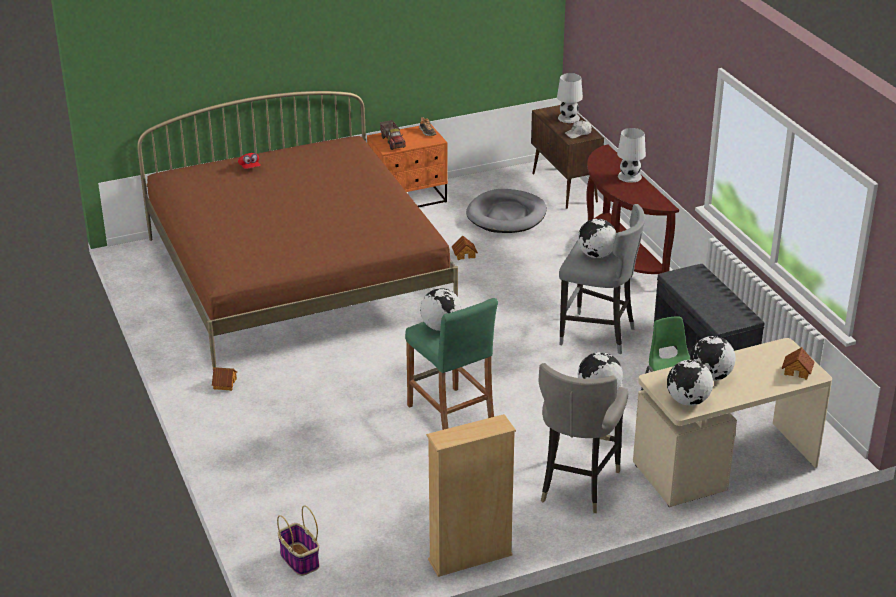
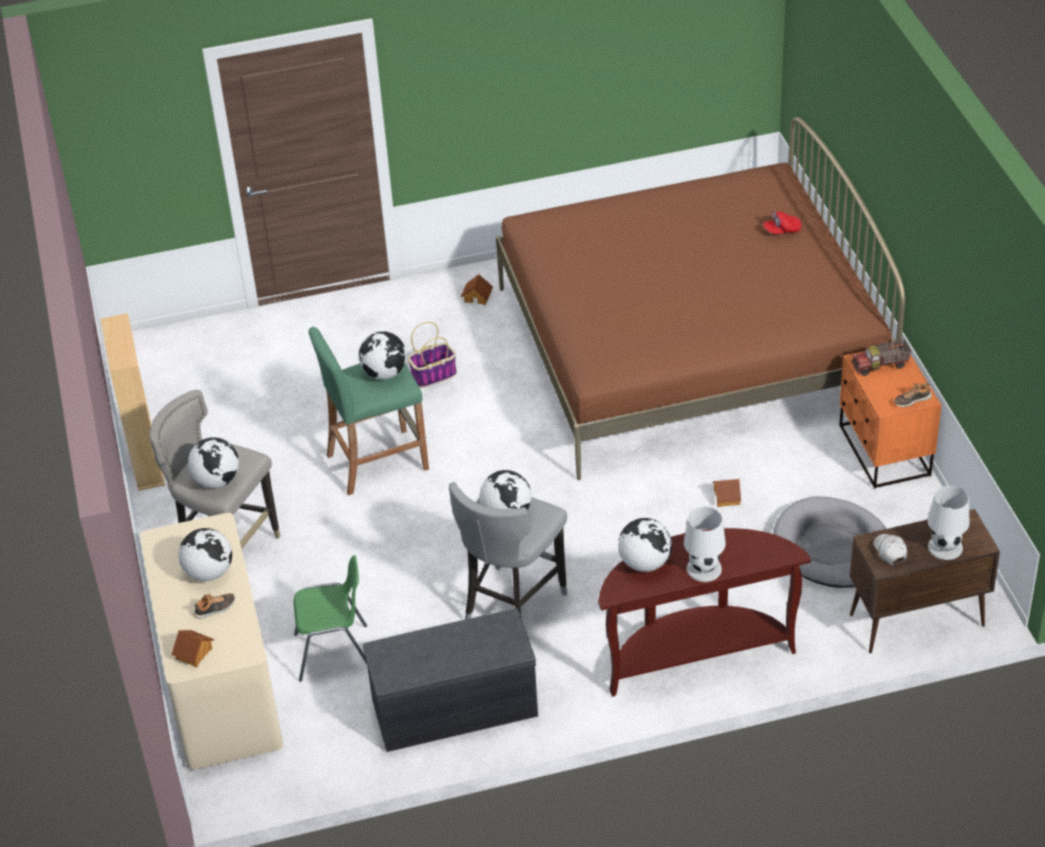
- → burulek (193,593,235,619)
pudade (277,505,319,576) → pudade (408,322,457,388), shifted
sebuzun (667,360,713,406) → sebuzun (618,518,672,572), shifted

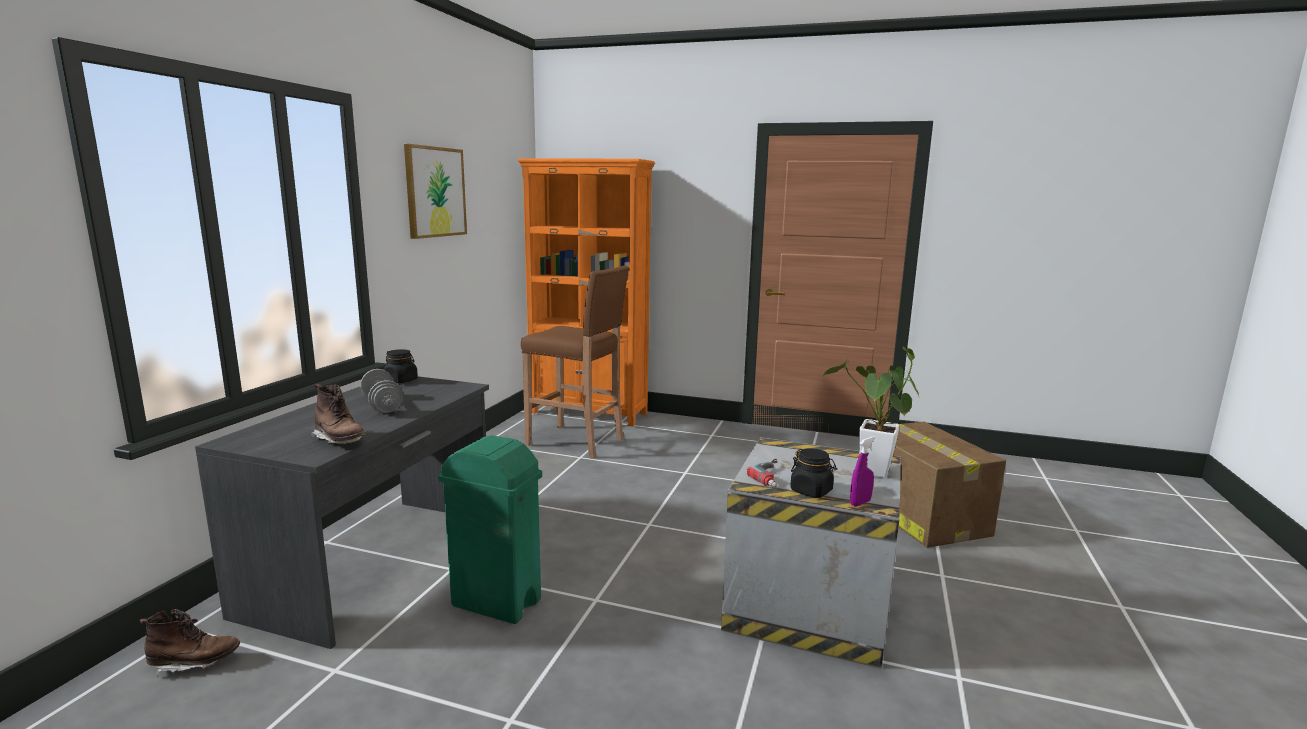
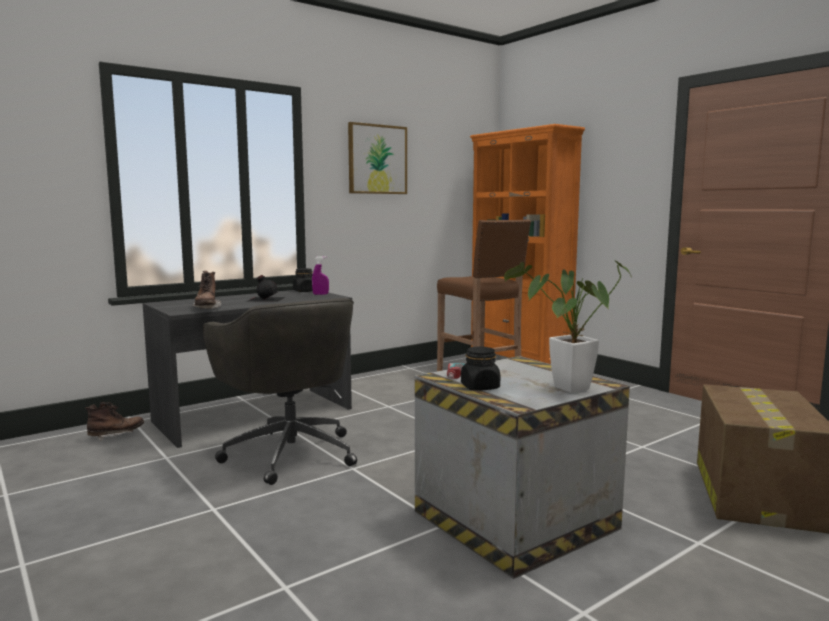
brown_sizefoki (140,609,241,677) → brown_sizefoki (85,402,144,441), 60 degrees counterclockwise
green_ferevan (438,435,542,624) → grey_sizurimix (203,298,357,485)
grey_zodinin (361,369,404,413) → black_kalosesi (245,275,285,302)
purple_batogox (850,436,875,506) → purple_batogox (312,256,329,295), shifted

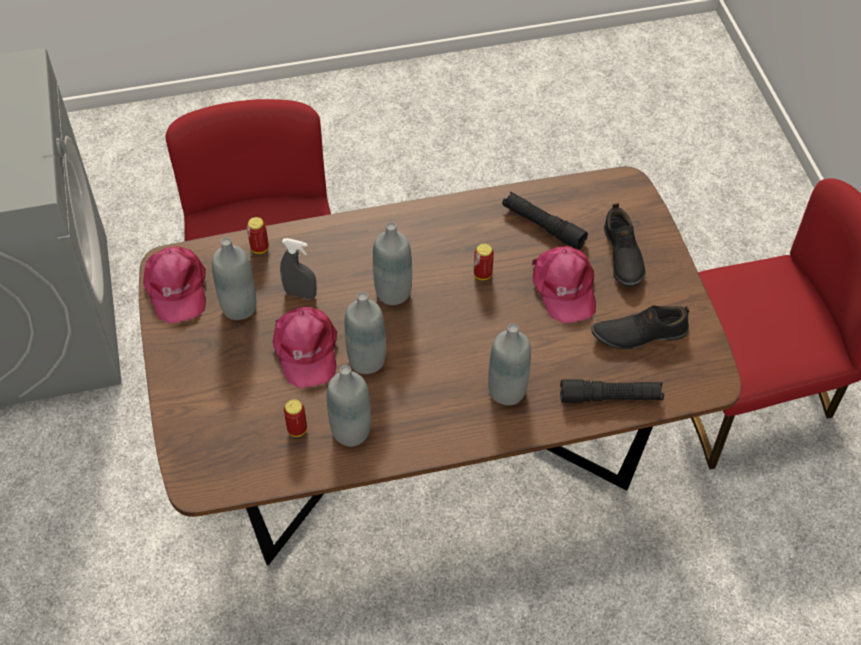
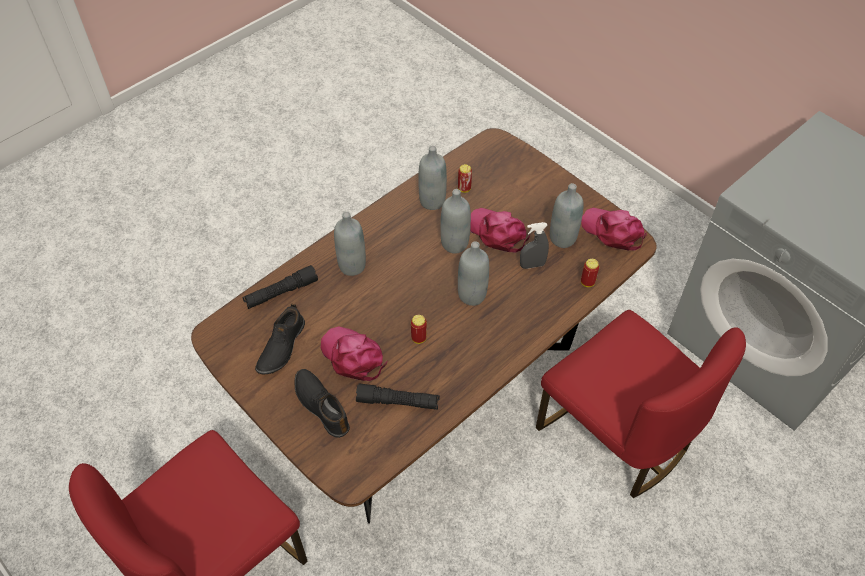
black_burulek (591,305,689,349) → black_burulek (255,303,305,375), 150 degrees clockwise

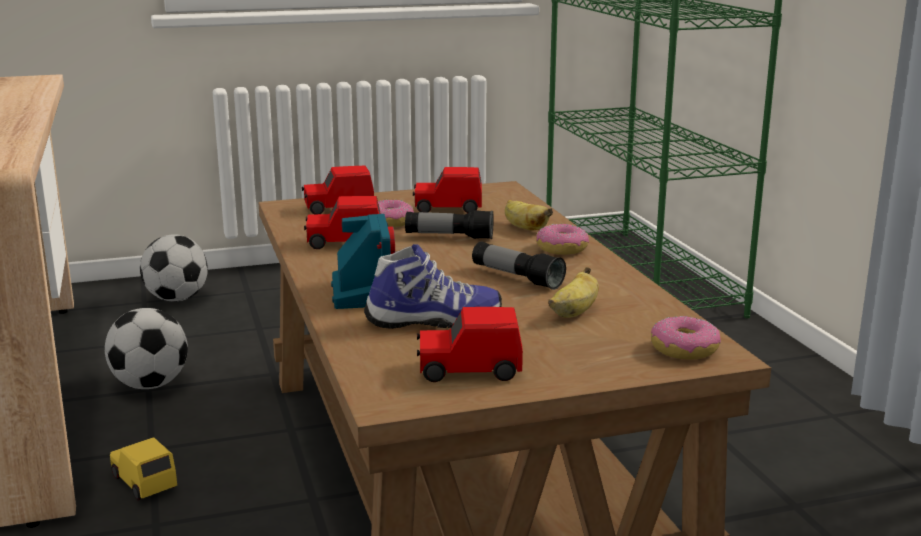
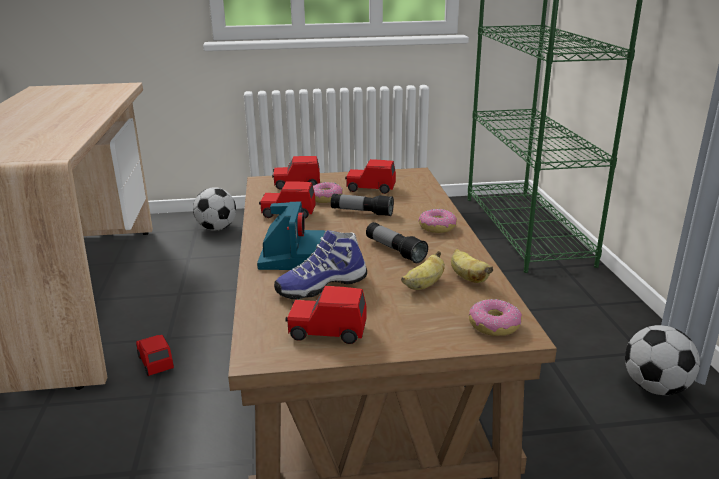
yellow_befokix (110,437,177,501) → red_befokix (136,335,174,376)
burulek (364,244,502,329) → burulek (274,230,367,300), 150 degrees clockwise
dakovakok (505,200,553,231) → dakovakok (451,249,493,283), shifted
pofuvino (105,308,188,389) → pofuvino (625,325,700,395), shifted

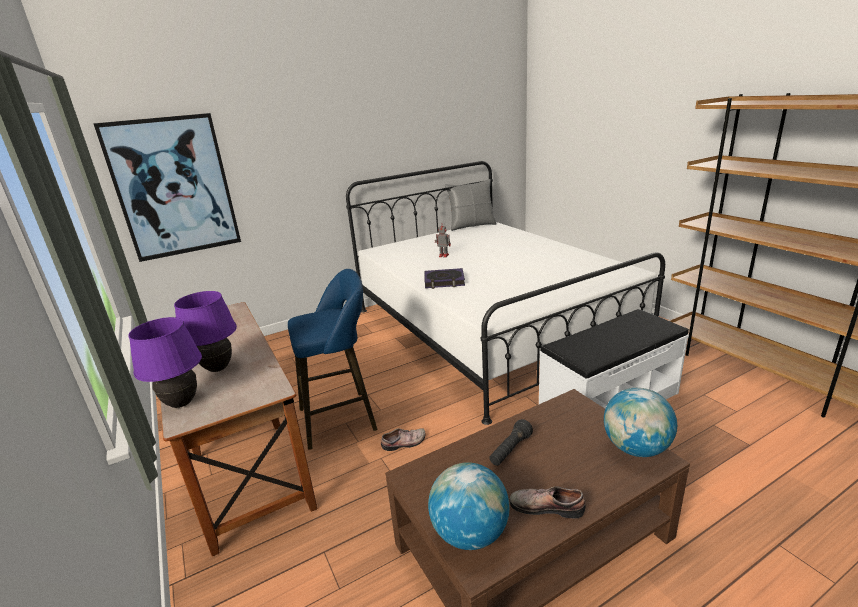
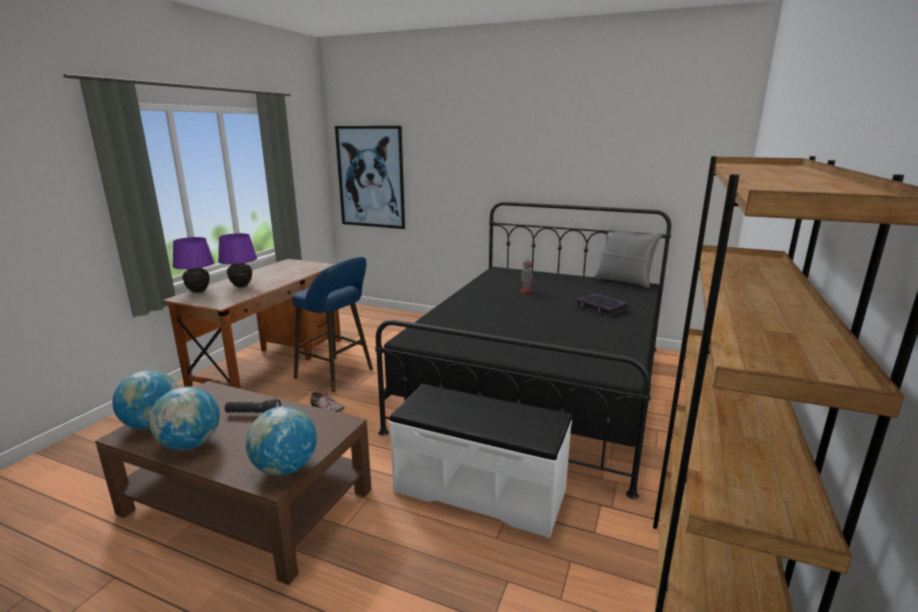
burulek (509,486,585,518) → sebuzun (149,387,220,450)
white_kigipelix (346,161,665,425) → black_kigipelix (375,202,671,499)
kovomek (424,268,465,289) → kovomek (576,293,628,316), shifted

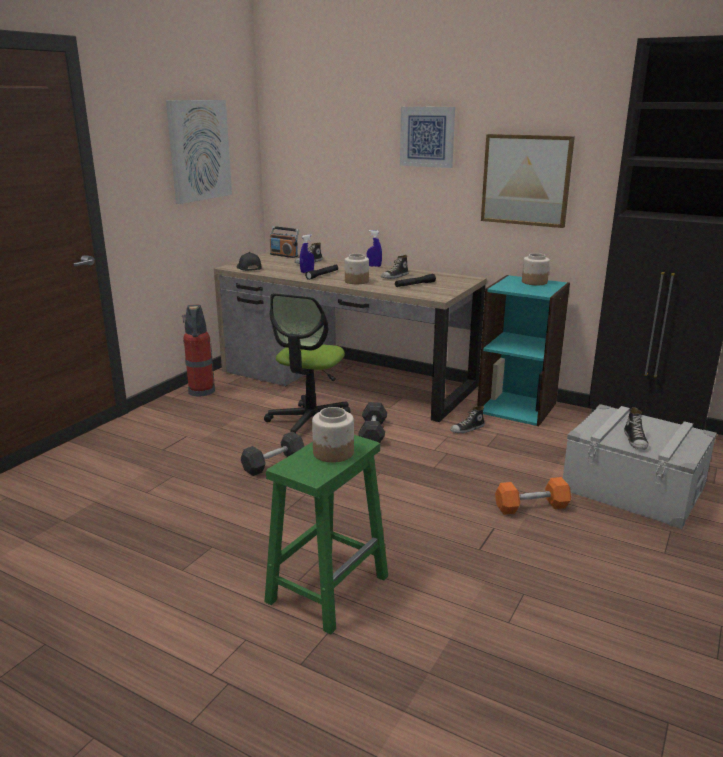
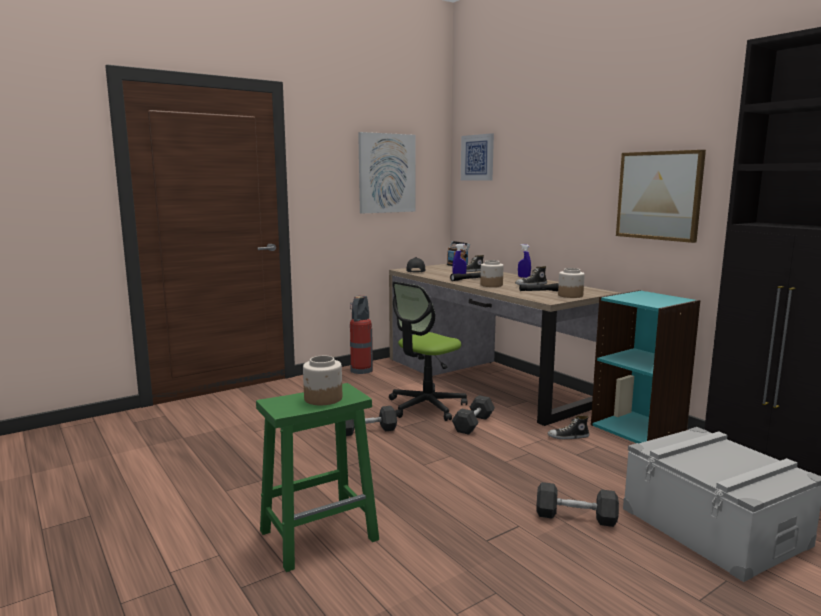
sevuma (400,107,455,168) → sevuma (461,133,494,181), shifted
orange_zodinin (495,477,571,515) → grey_zodinin (536,482,619,527)
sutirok (522,253,550,285) → sutirok (558,268,585,298), shifted
burulek (624,407,649,450) → -

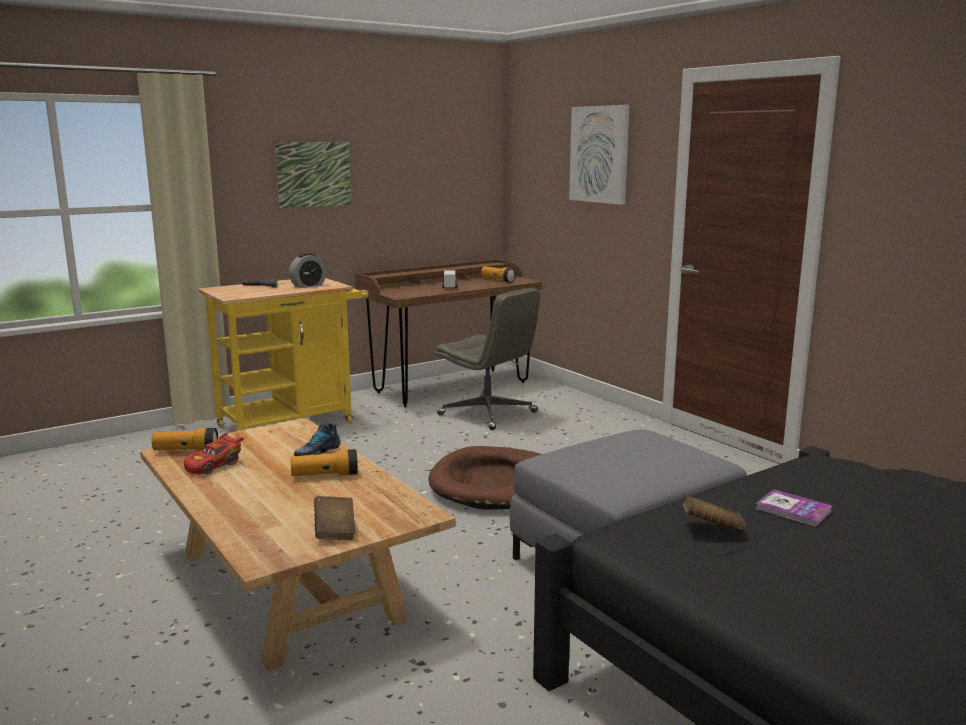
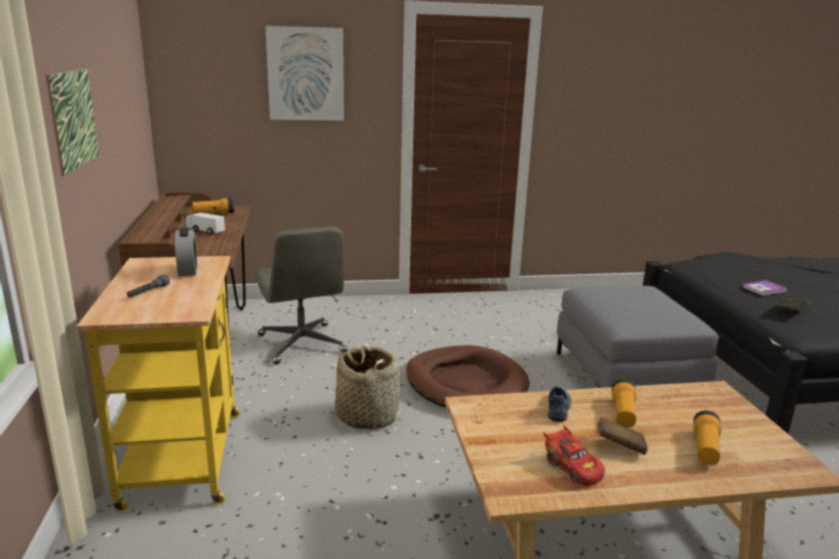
grey_sizurimix (435,288,540,430) → grey_sizurimix (255,227,348,365), 90 degrees clockwise
- → pudade (335,344,400,430)
burulek (294,422,341,456) → burulek (548,385,571,422), 135 degrees counterclockwise
brown_kovomek (314,496,356,540) → brown_kovomek (597,417,648,455), shifted
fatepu (151,428,218,451) → fatepu (693,410,721,465), shifted

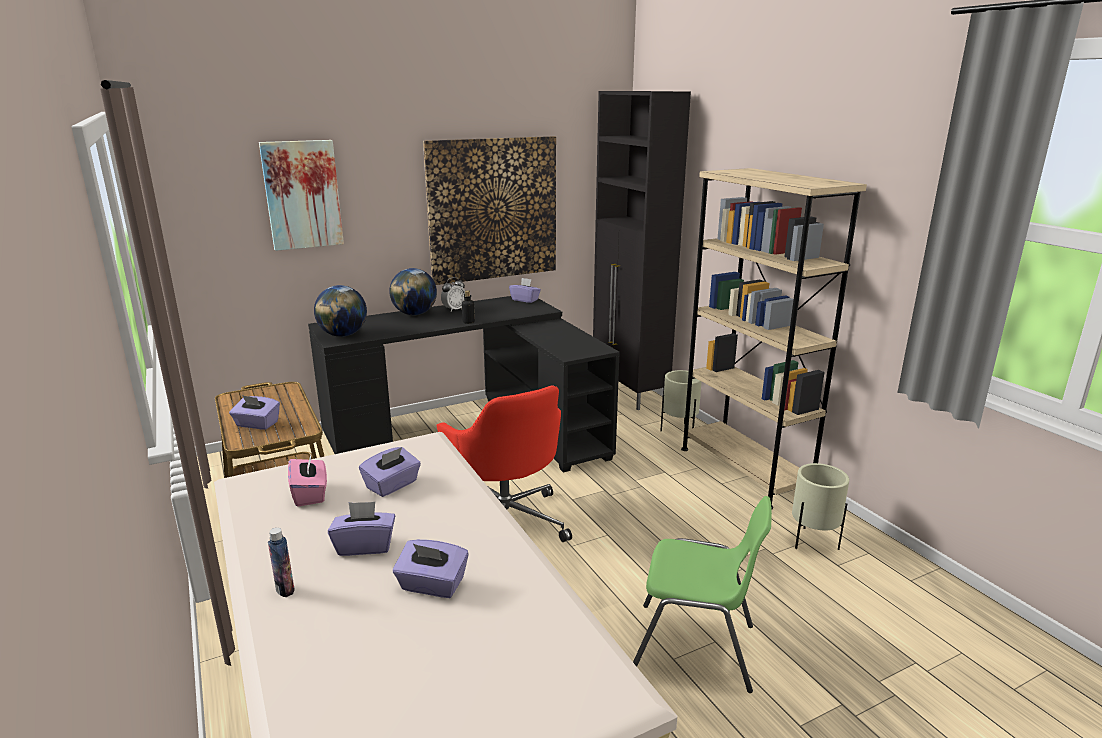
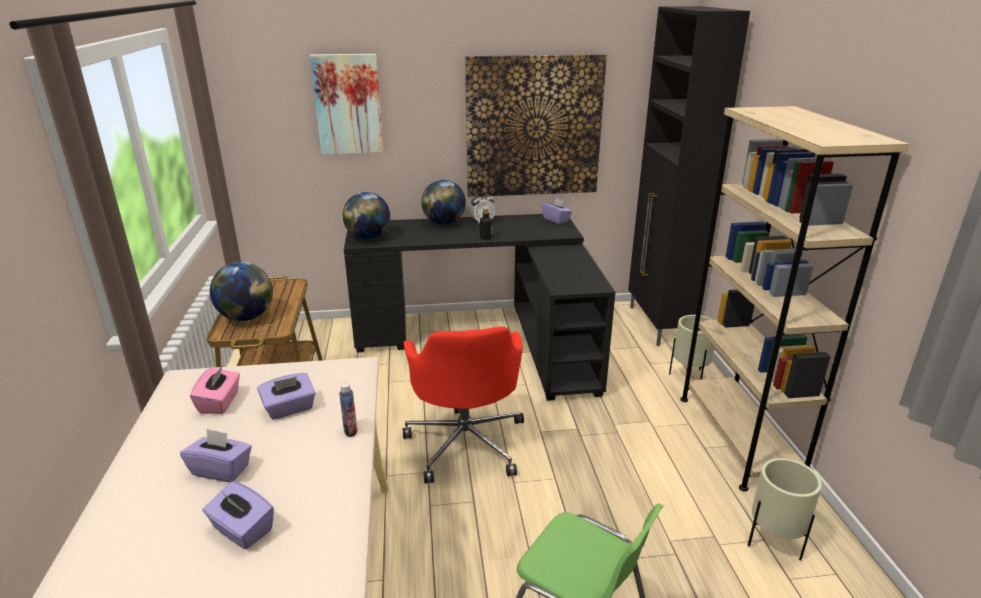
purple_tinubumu (229,395,280,430) → sebuzun (210,262,273,321)
kalosesi (268,528,294,597) → kalosesi (339,383,357,437), shifted

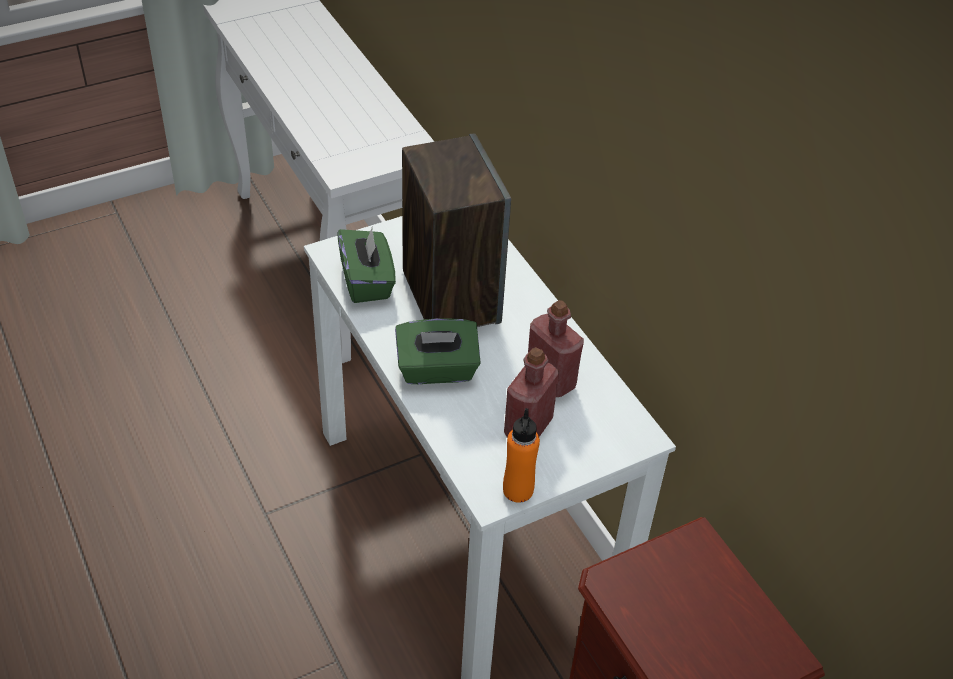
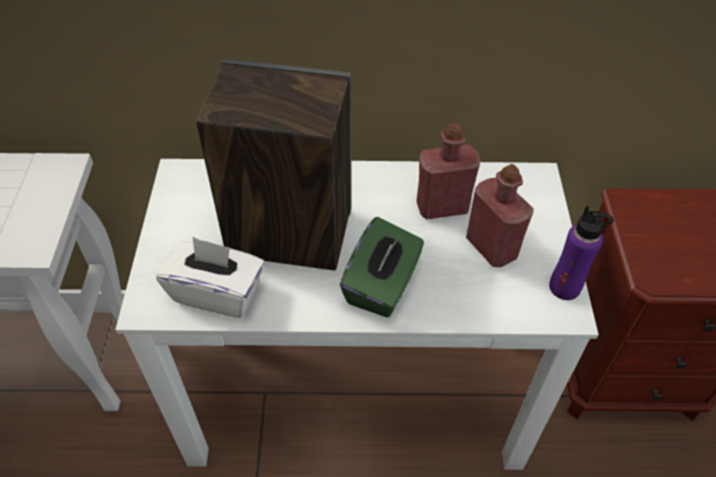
green_tinubumu (337,226,396,303) → white_tinubumu (156,237,265,318)
orange_kalosesi (503,408,540,503) → purple_kalosesi (549,206,614,300)

